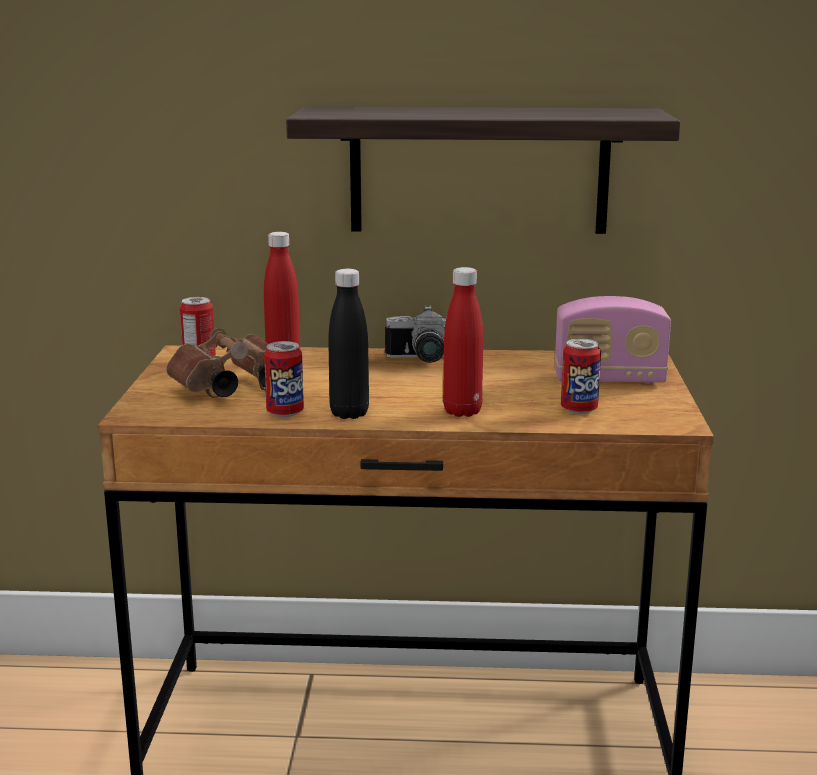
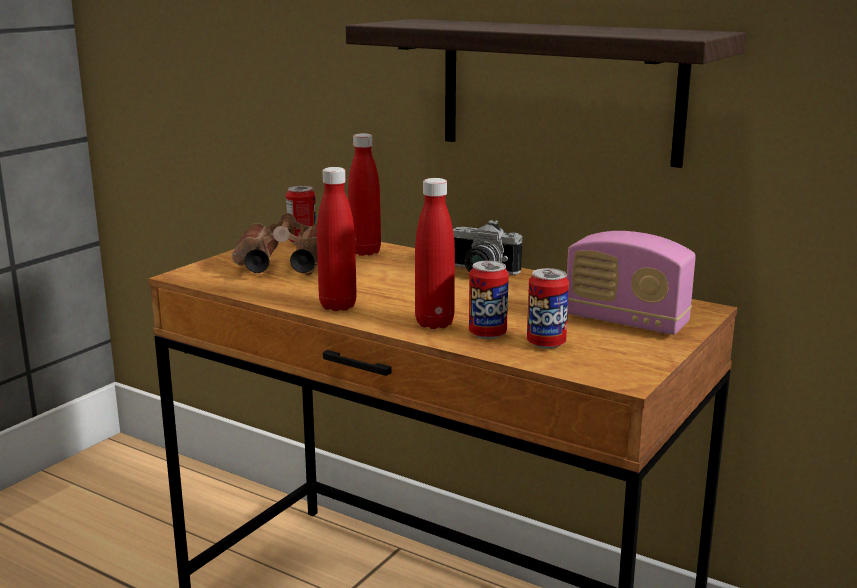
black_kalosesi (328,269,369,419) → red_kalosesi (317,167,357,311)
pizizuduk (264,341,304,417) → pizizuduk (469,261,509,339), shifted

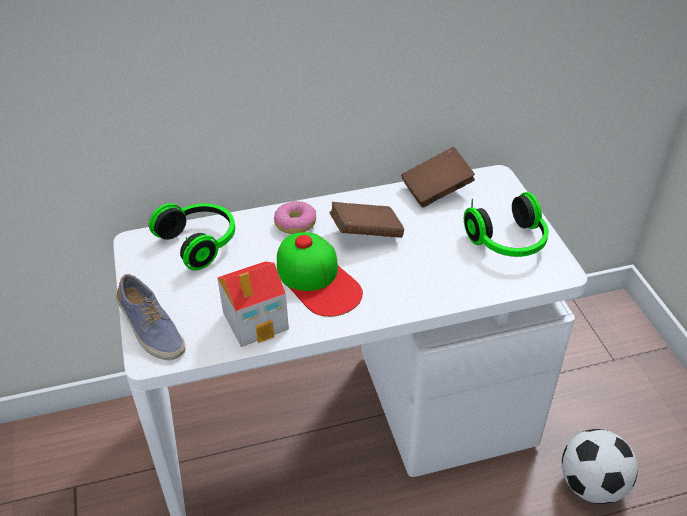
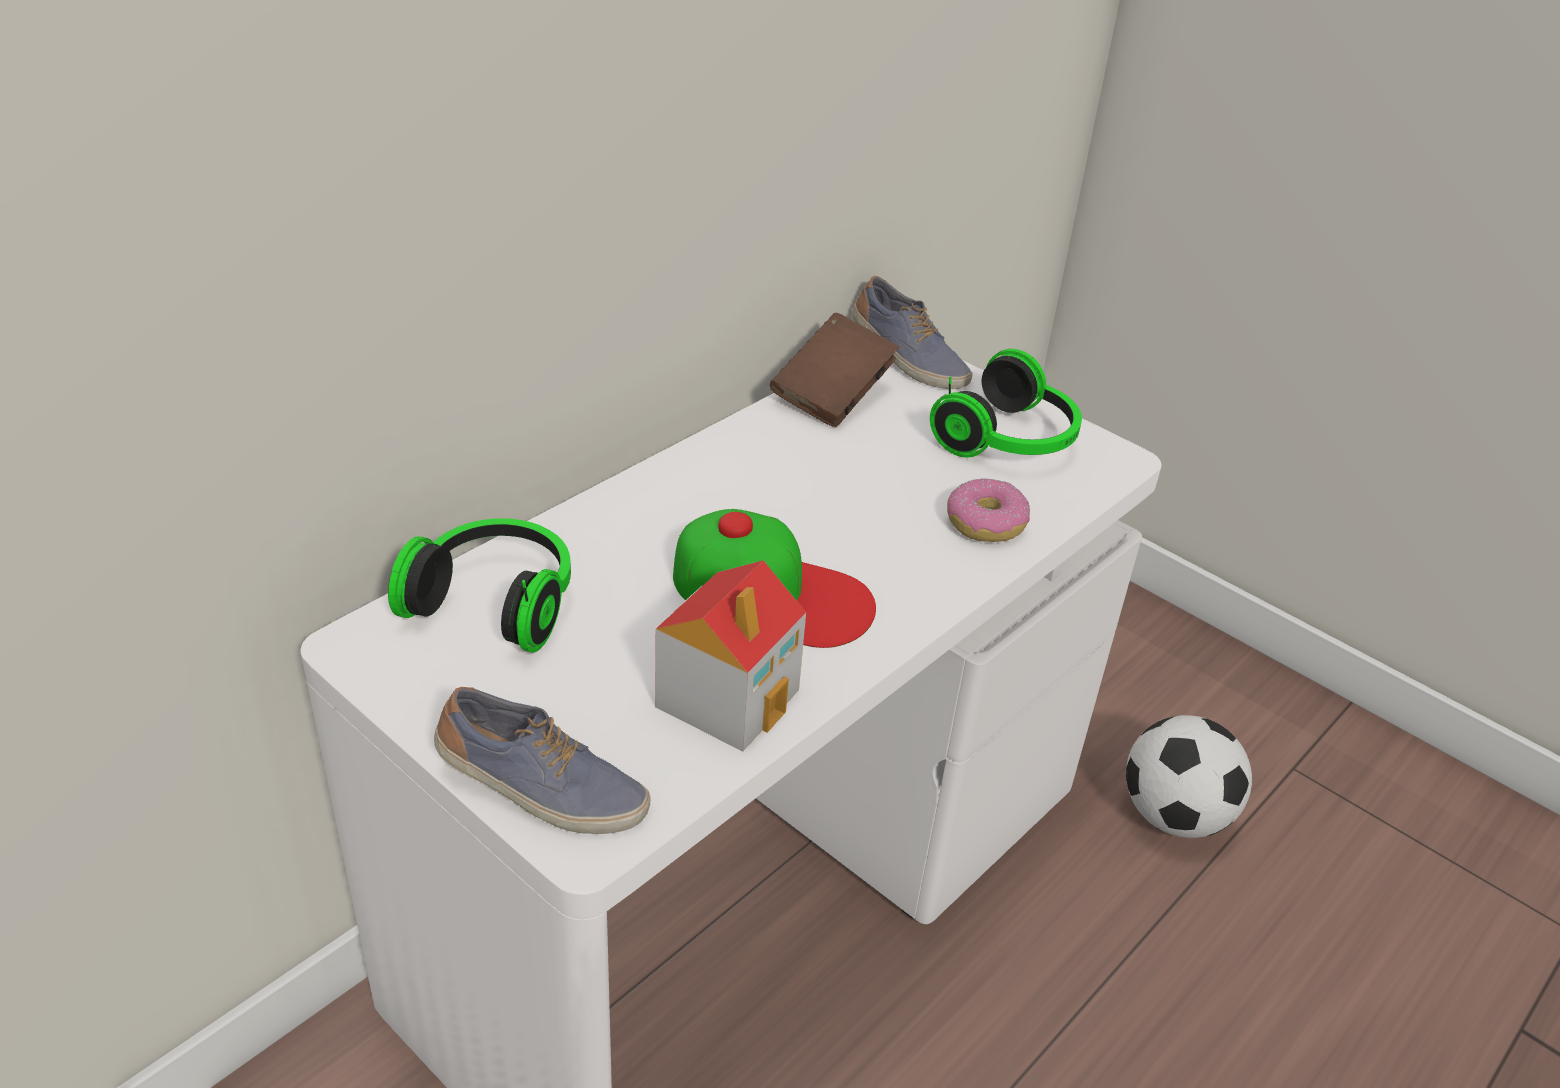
- → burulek (852,276,973,389)
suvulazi (274,201,316,234) → suvulazi (947,478,1030,542), shifted
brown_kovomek (329,202,404,238) → -

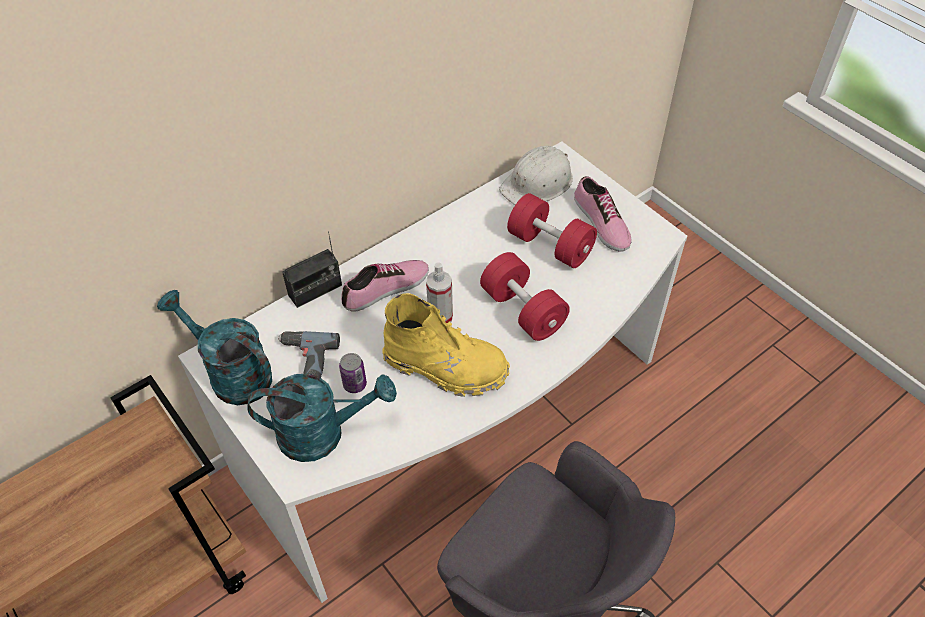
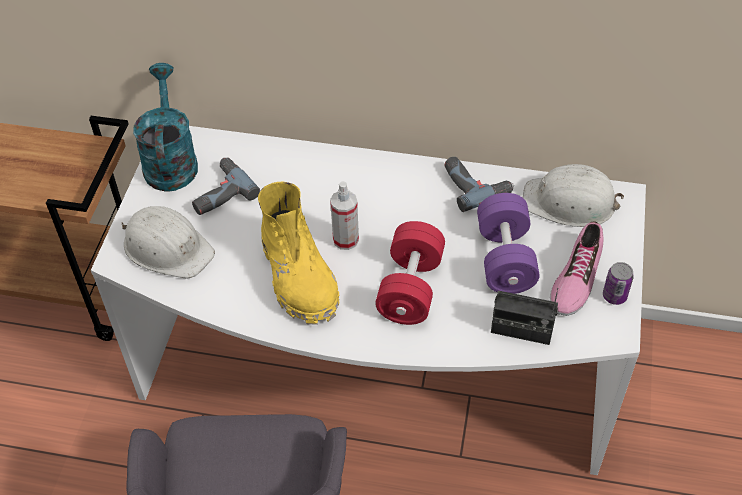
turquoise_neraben (247,374,397,462) → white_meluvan (121,206,215,279)
- → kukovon (445,157,514,212)
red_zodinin (507,193,597,268) → purple_zodinin (477,193,539,294)
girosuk (282,231,342,308) → girosuk (491,288,558,345), shifted
pizizuduk (339,353,367,393) → pizizuduk (603,262,634,305), shifted
burulek (341,260,429,311) → -

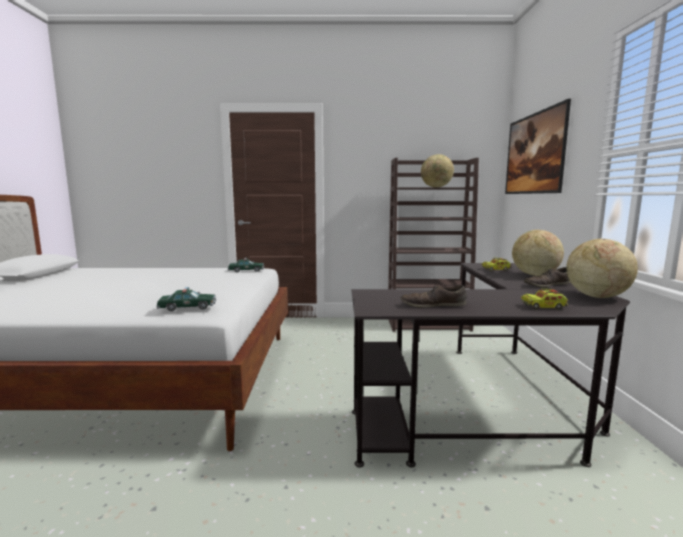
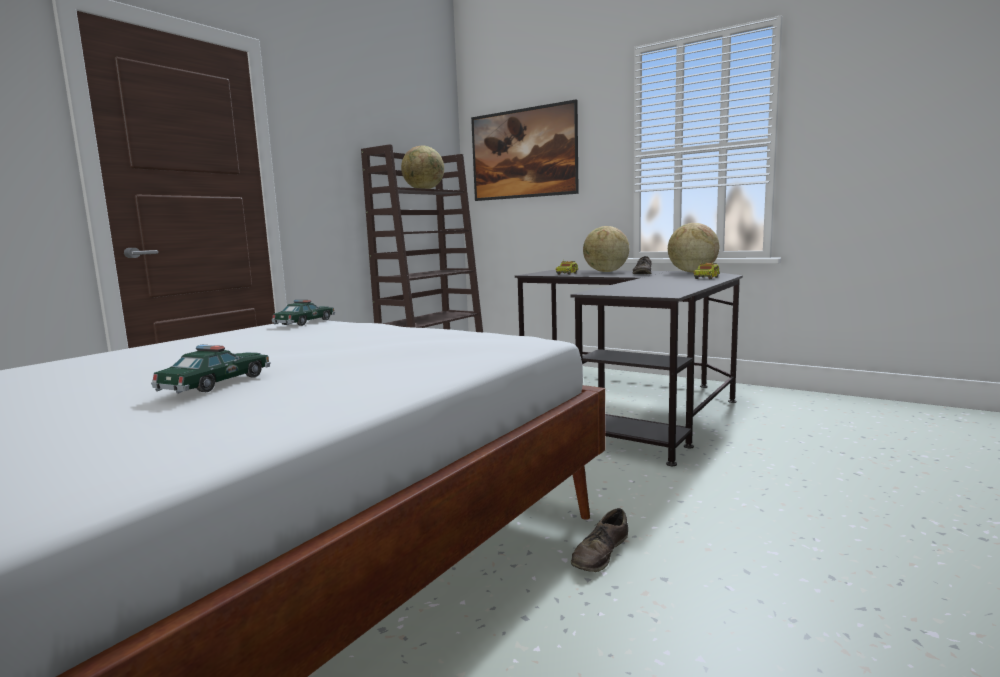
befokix (156,287,216,311) → befokix (151,345,270,394), shifted
brown_burulek (400,285,466,308) → brown_burulek (571,508,628,572), shifted

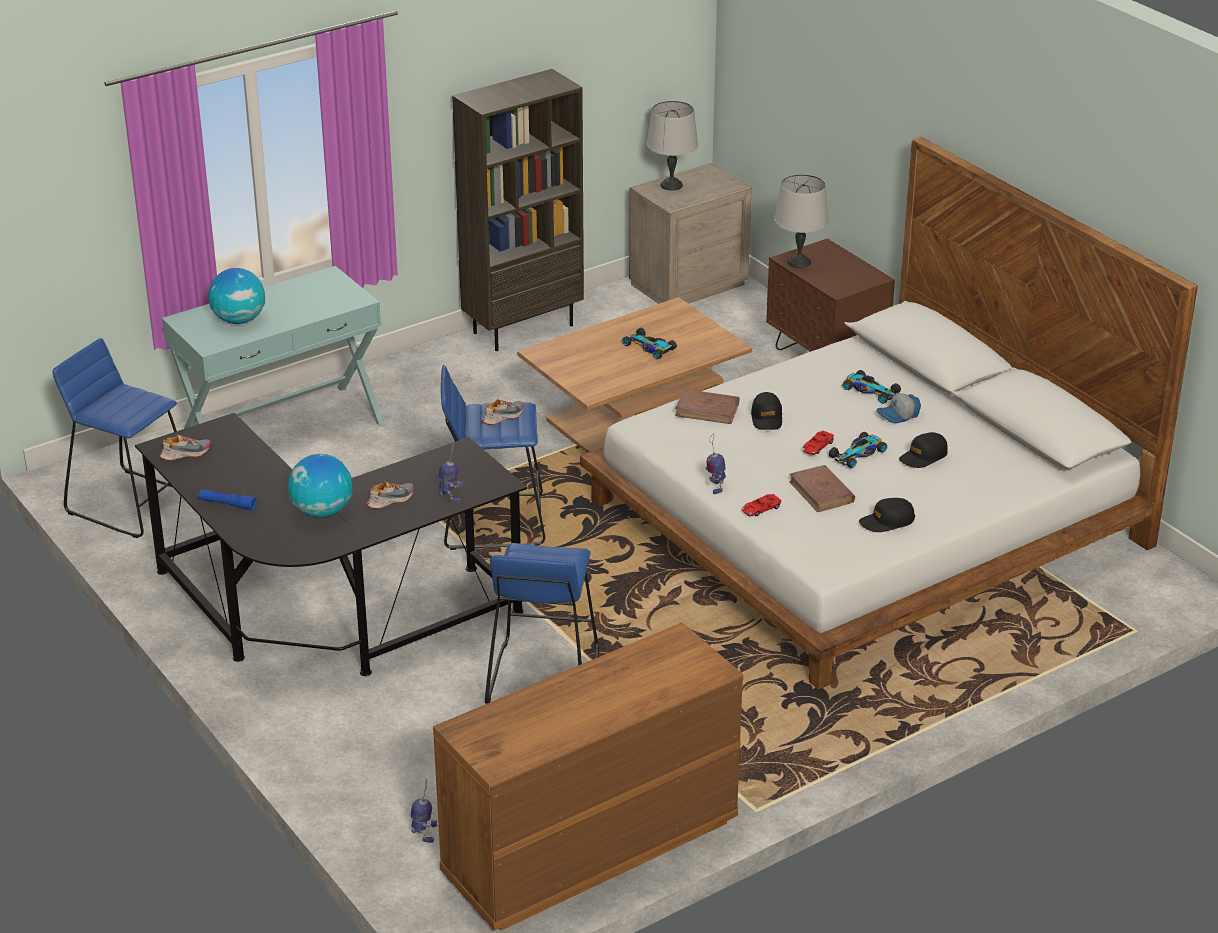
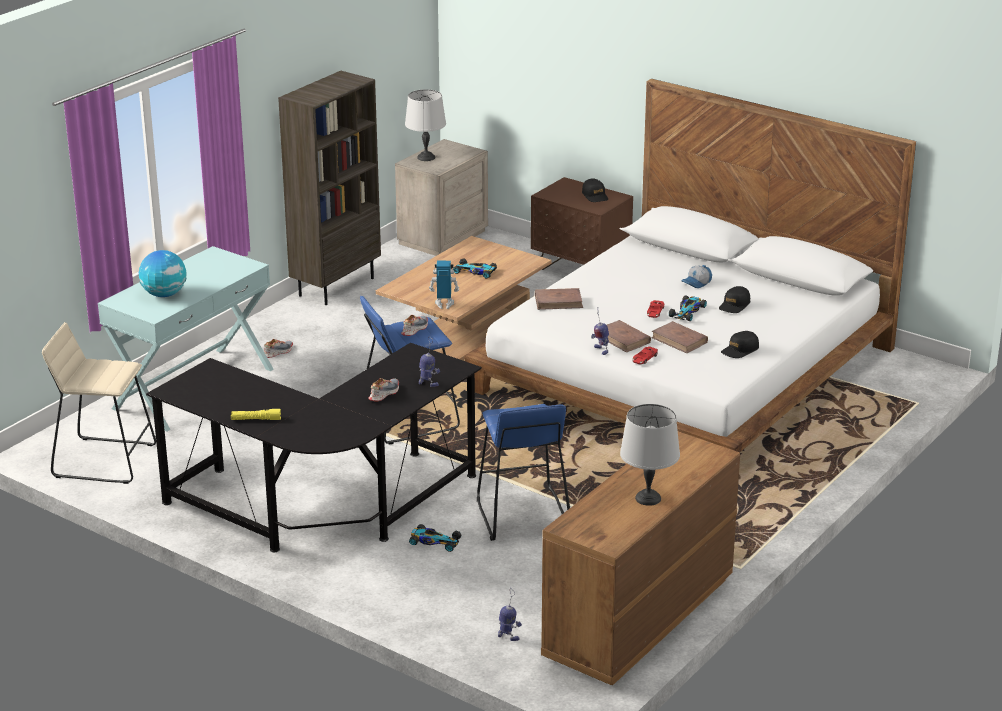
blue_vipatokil (53,338,177,538) → beige_vipatokil (42,322,156,484)
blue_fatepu (197,489,257,510) → yellow_fatepu (231,409,281,420)
burulek (159,435,211,461) → burulek (264,339,293,358), shifted
befokix (842,370,901,404) → befokix (409,524,461,552), shifted
- → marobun (429,261,459,309)
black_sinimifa (751,392,782,430) → black_sinimifa (582,179,608,202), shifted
- → brown_kovomek (607,320,651,352)
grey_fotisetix (774,174,829,268) → grey_fotisetix (620,404,680,506), shifted
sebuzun (288,454,353,518) → -

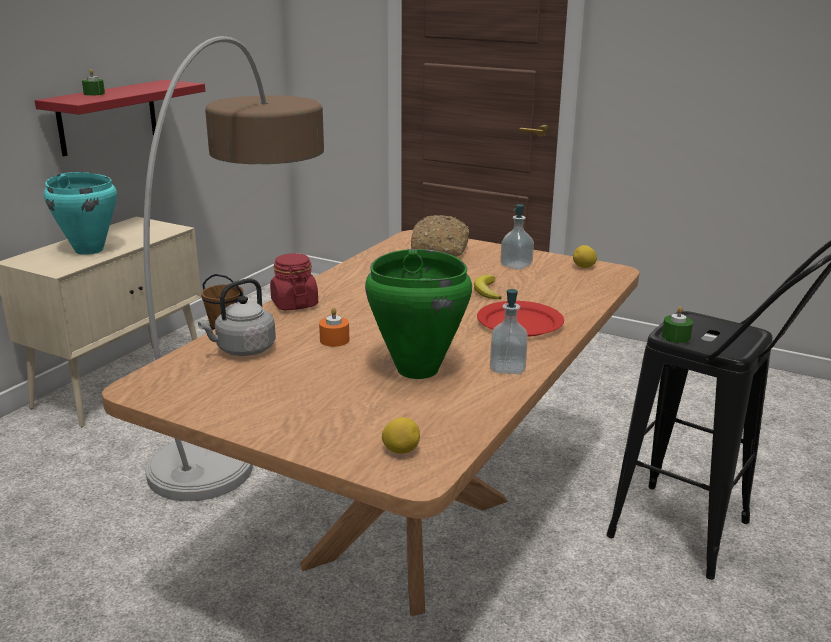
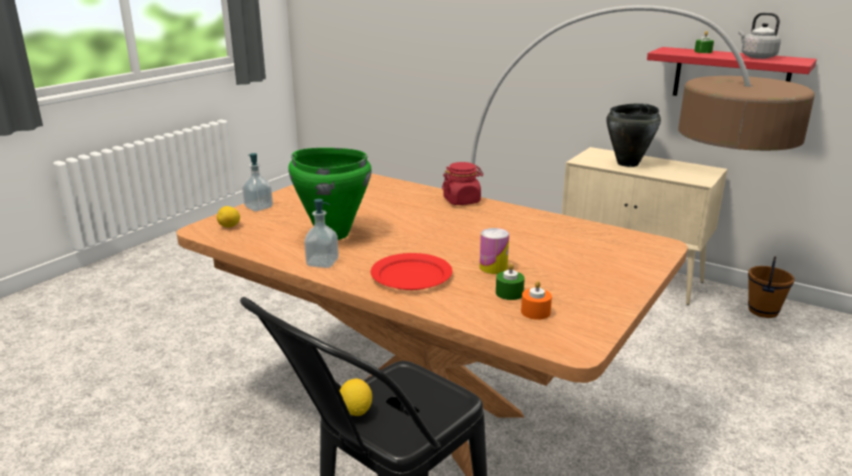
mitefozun (500,204,534,270) → mitefozun (242,153,273,211), shifted
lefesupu (573,245,597,268) → lefesupu (340,379,372,416), shifted
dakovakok (474,275,502,300) → pizizuduk (480,228,509,274)
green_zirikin (662,306,693,343) → green_zirikin (496,263,525,300), shifted
orange_zirikin (319,307,349,347) → orange_zirikin (521,281,552,320), shifted
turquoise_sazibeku (44,172,117,255) → black_sazibeku (606,103,661,167)
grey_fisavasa (198,278,276,356) → grey_fisavasa (738,12,781,59), shifted
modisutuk (411,215,469,257) → -

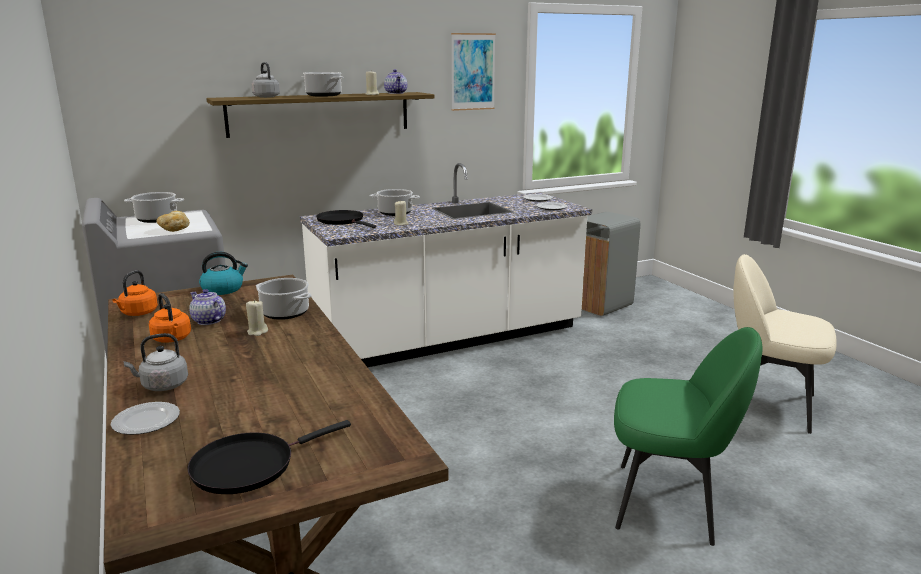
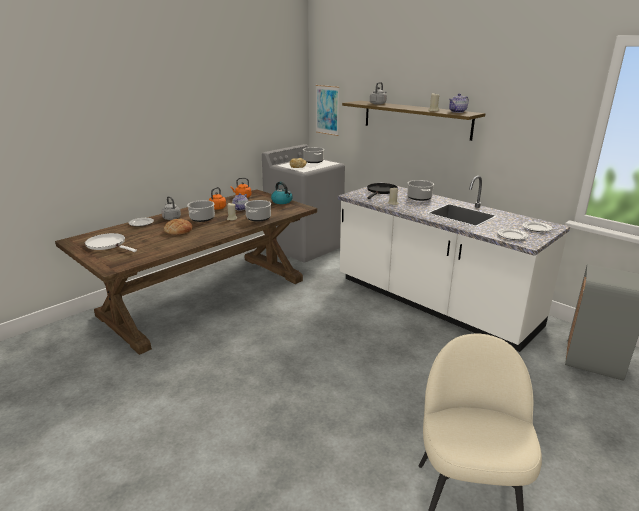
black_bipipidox (187,420,351,494) → white_bipipidox (85,233,137,252)
- → modisutuk (164,219,193,235)
sazibeku (302,72,344,96) → sazibeku (187,200,215,222), shifted
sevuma (451,33,496,111) → sevuma (316,85,339,136), shifted
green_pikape (614,327,763,546) → -

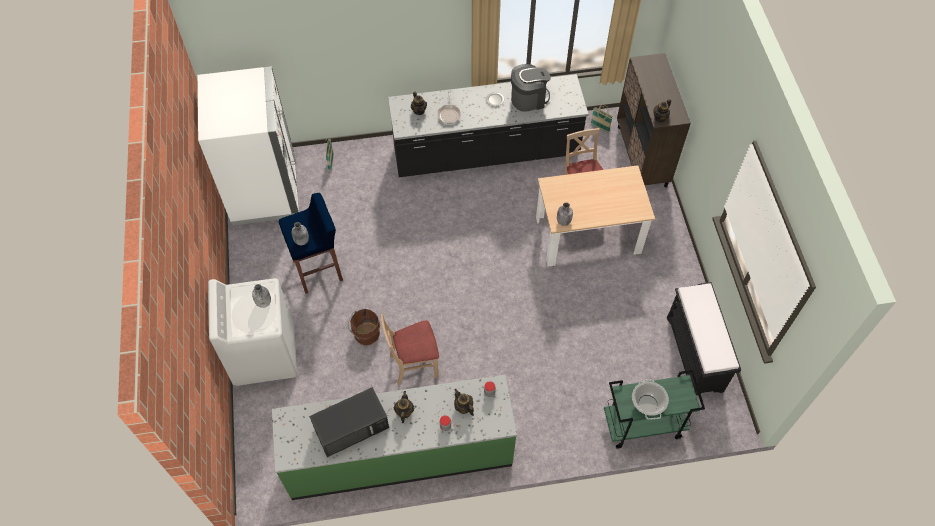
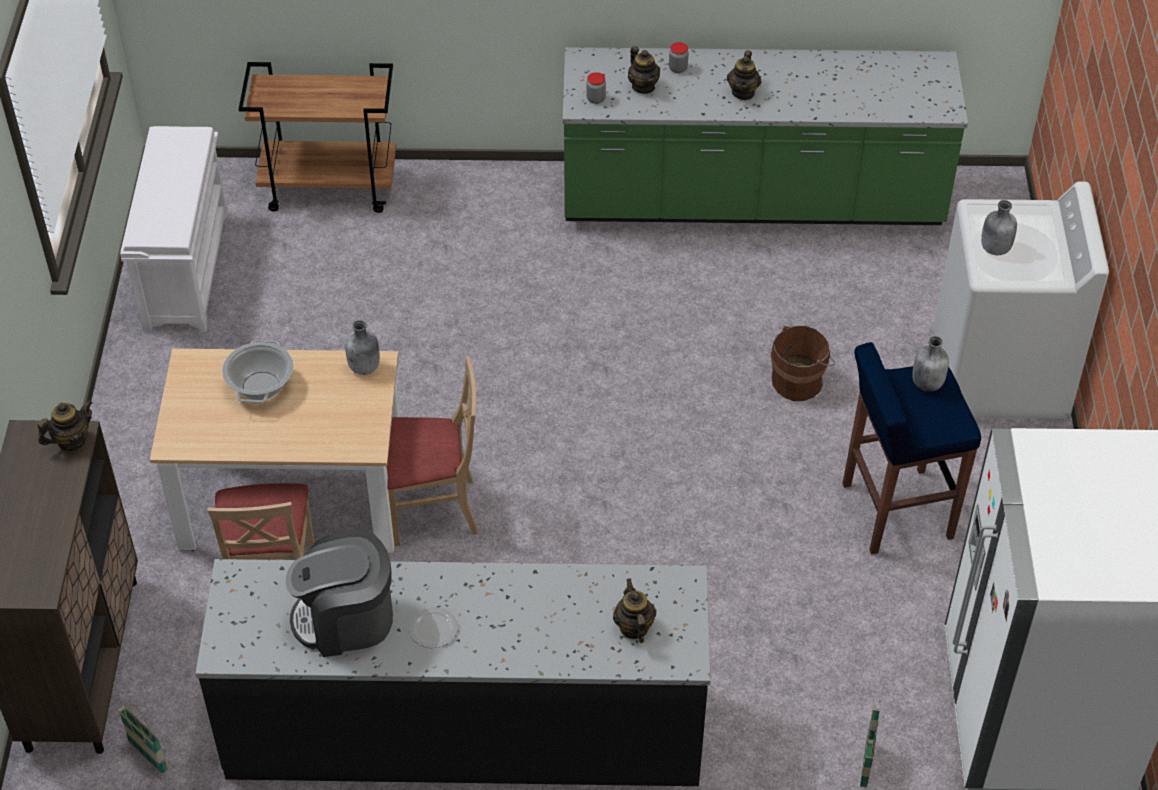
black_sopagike (667,282,741,395) → white_sopagike (120,126,228,332)
sazibeku (632,379,669,420) → sazibeku (222,340,294,403), shifted
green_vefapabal (604,370,705,449) → brown_vefapabal (239,62,396,213)
beige_pikape (381,314,439,385) → beige_pikape (387,357,478,546), shifted
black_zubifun (309,387,389,457) → -
bipipidox (437,91,461,124) → -

